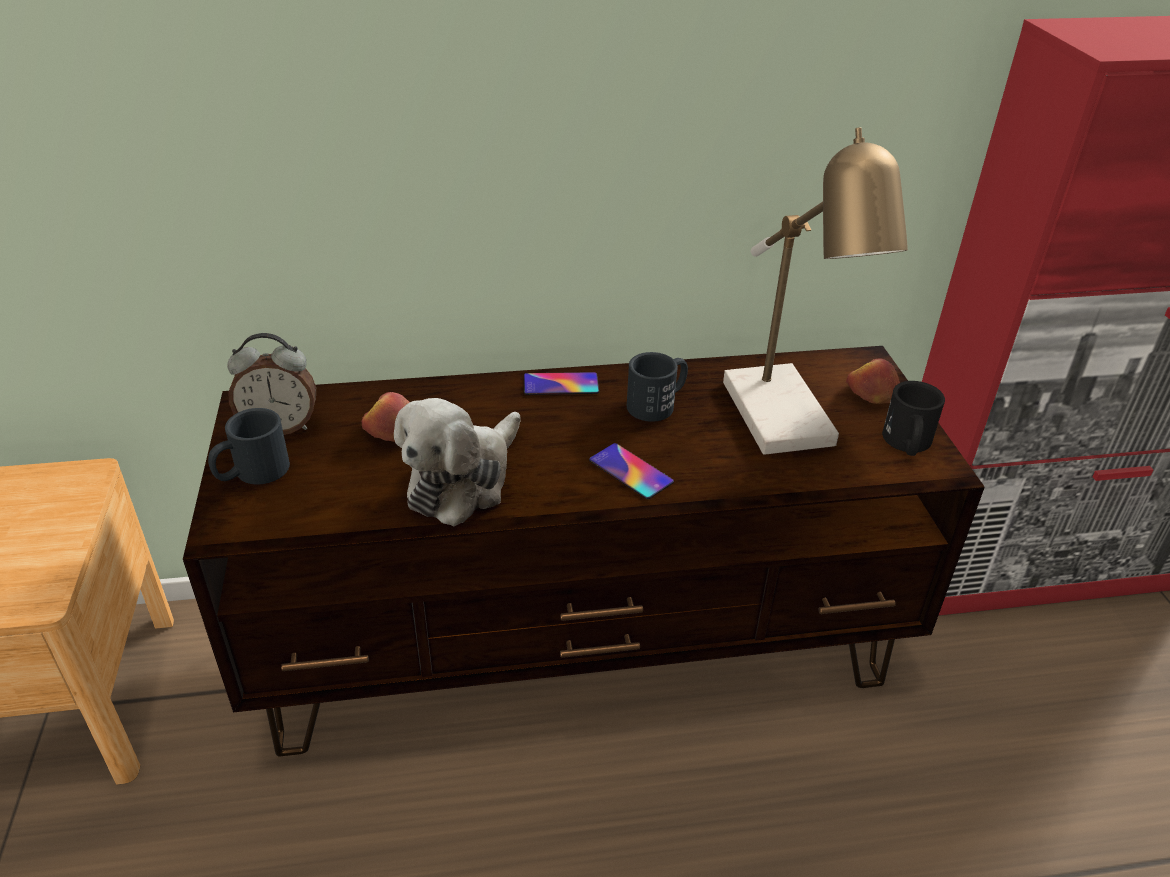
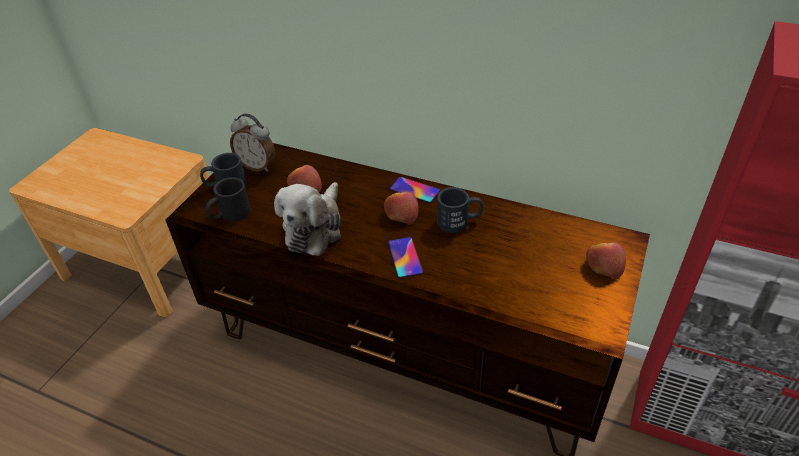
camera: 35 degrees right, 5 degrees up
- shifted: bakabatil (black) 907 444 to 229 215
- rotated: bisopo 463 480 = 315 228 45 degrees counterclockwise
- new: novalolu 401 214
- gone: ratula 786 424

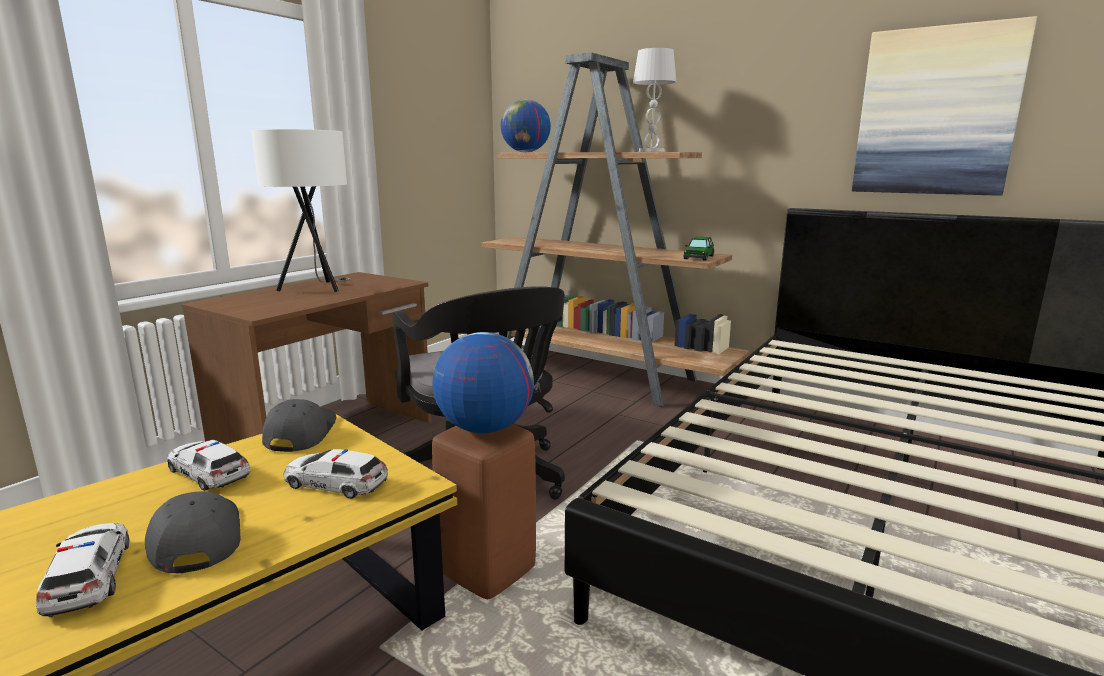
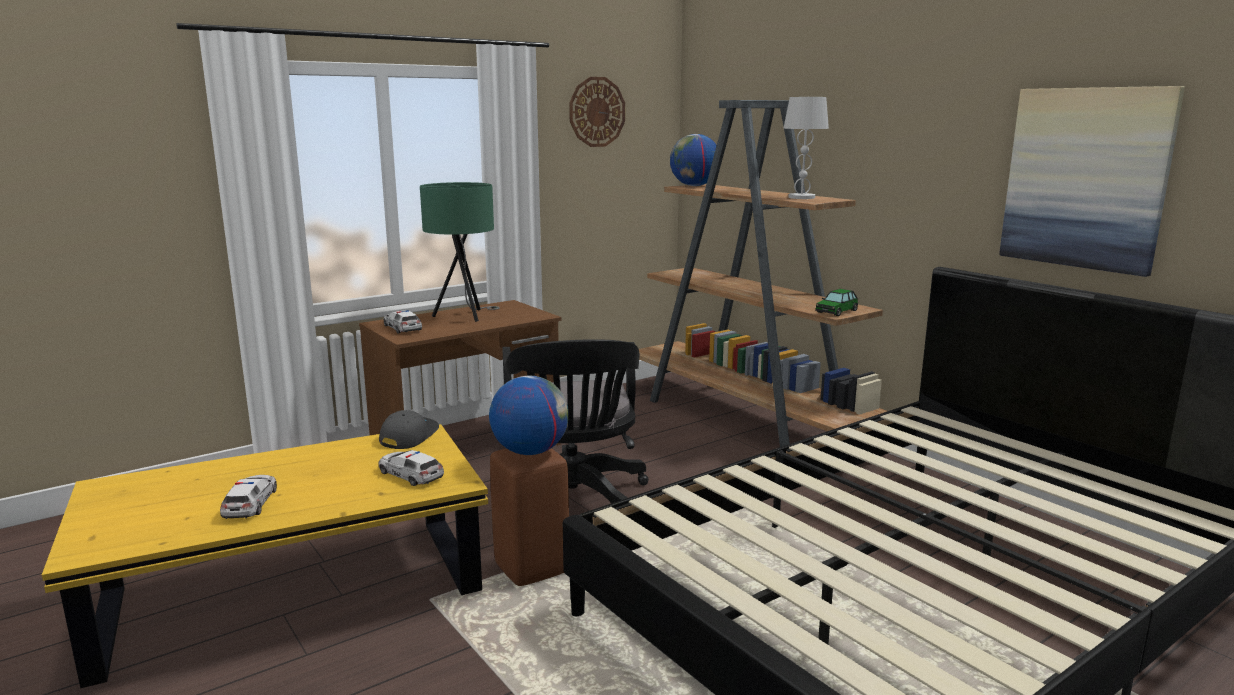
camera: 20 degrees right, 0 degrees up
- shifted: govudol 208 473 to 402 328
- repainted: ratula (white) 317 289 to ratula (green) 465 316
- new: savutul 597 112
- gone: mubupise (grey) 194 538

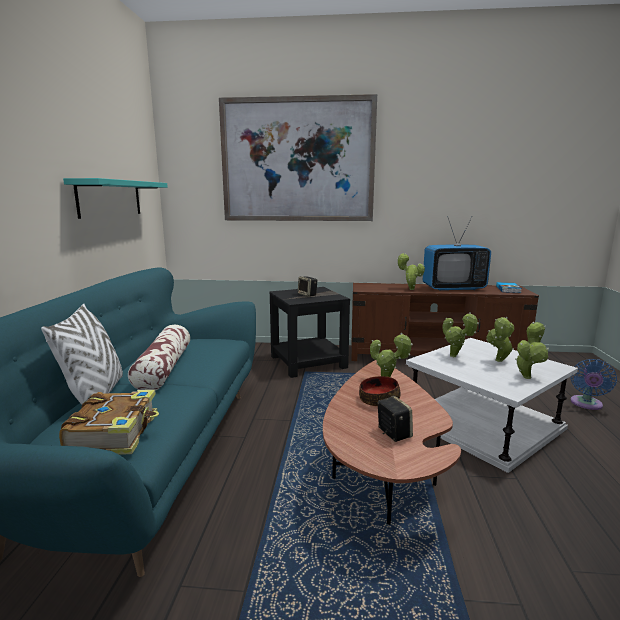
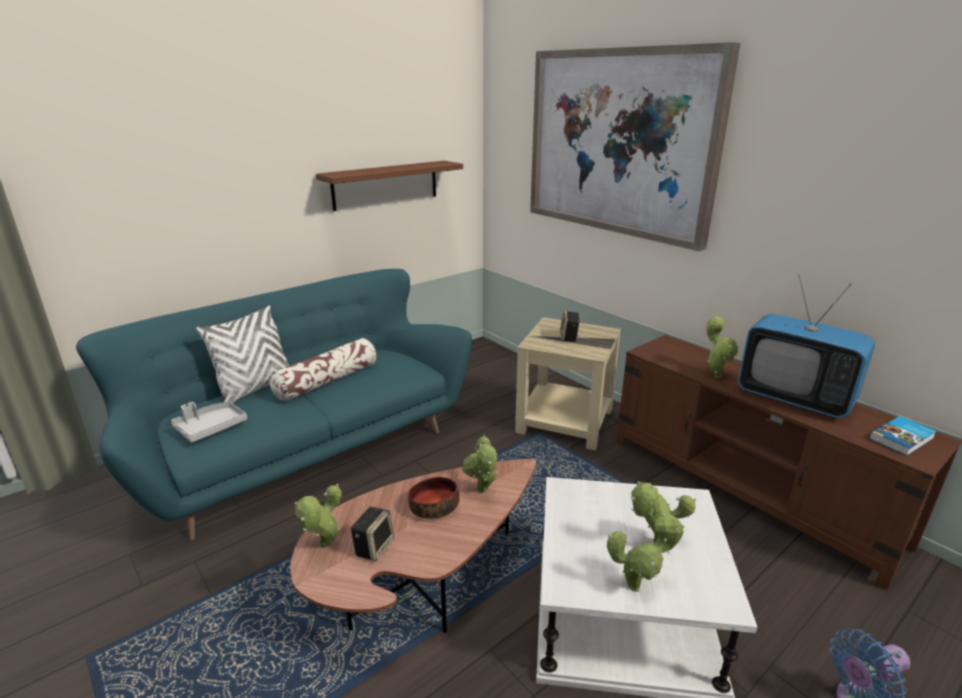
camera: 45 degrees right, 10 degrees up
- swapped: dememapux 116 433 to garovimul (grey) 210 428
- shifted: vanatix 455 357 to 323 547
- repainted: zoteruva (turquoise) 110 198 to zoteruva (brown) 386 185
- repainted: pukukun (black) 308 361 to pukukun (beige) 566 420

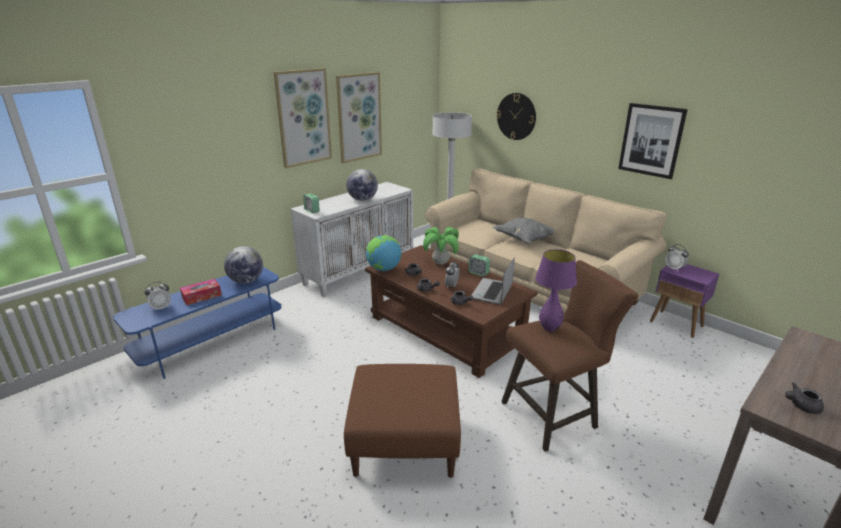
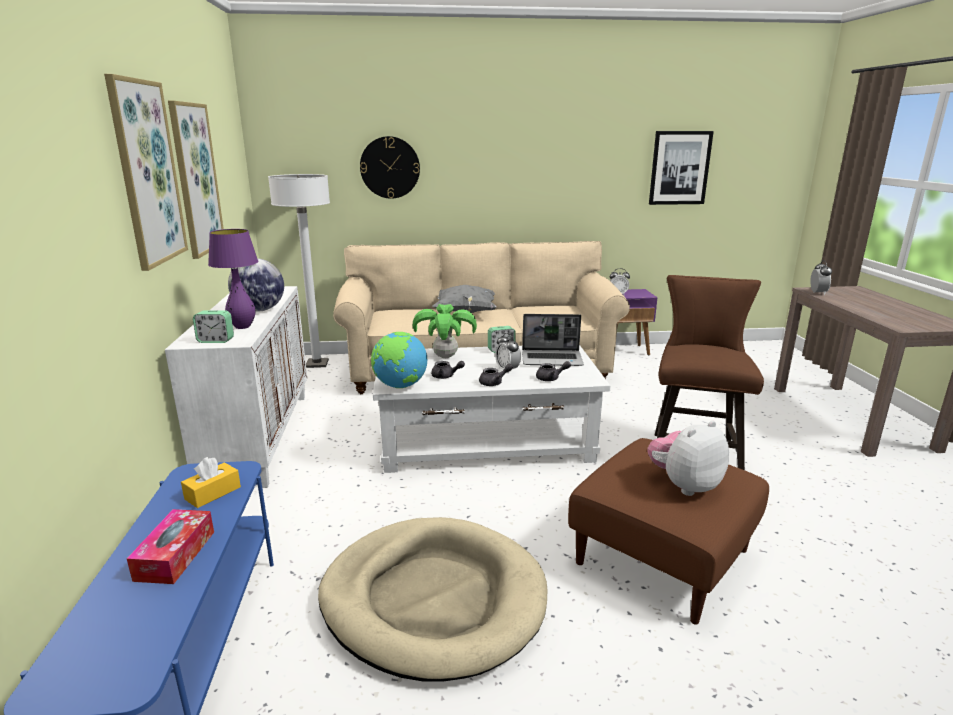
camera: 50 degrees left, 5 degrees down
- swapped: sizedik 246 281 to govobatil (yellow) 213 493
- shifted: ratula (purple) 549 328 to 243 327
- new: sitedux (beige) 433 599
- repainted: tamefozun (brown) 446 330 to tamefozun (white) 487 441
- rotated: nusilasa 492 292 = 552 359 60 degrees counterclockwise
- new: bisopo 684 485
- shifted: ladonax 651 140 to 679 168
- shifted: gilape 161 308 to 817 293
- gone: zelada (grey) 800 406

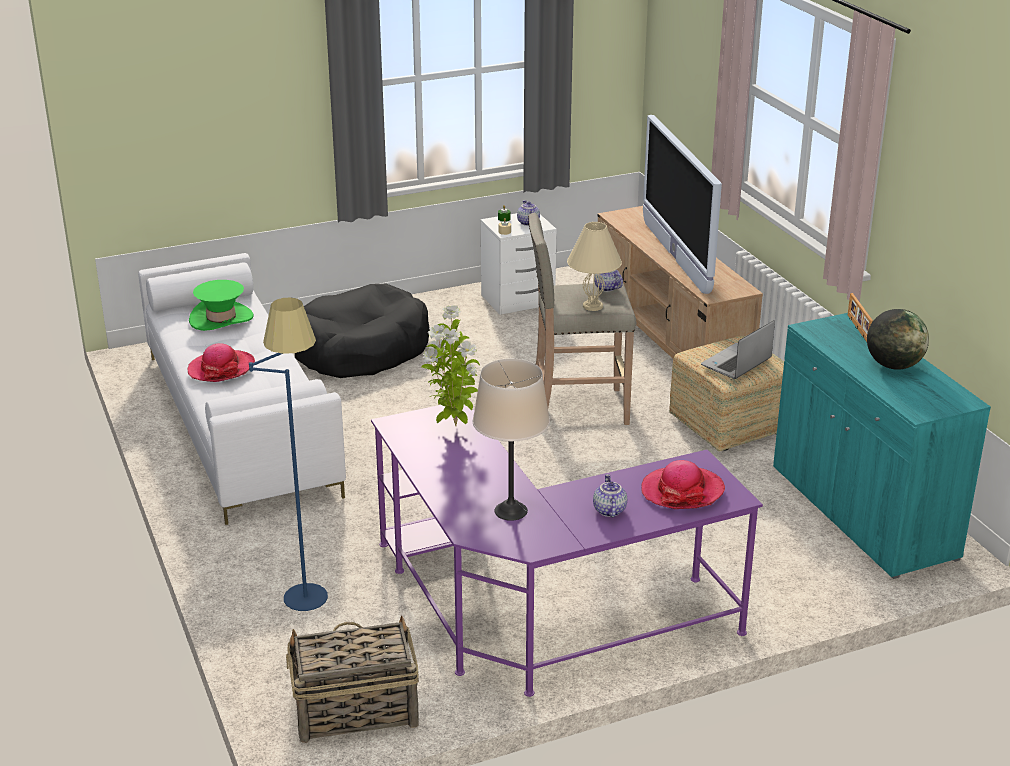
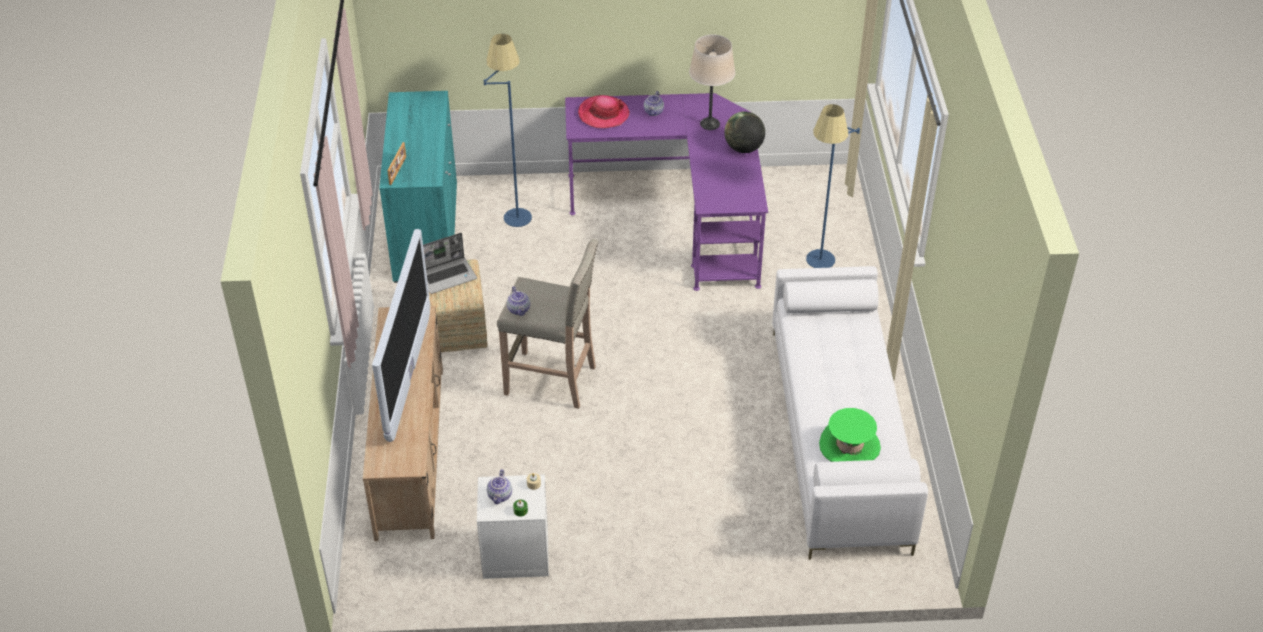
camera: 160 degrees left, 15 degrees up
- new: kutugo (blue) 513 209
- shifted: sizedik 893 365 to 744 148
- gone: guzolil 221 369
- gone: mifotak 354 711
- gone: sitedux (black) 361 350
- gone: vanatix 453 426
- gone: ratula (beige) 593 306

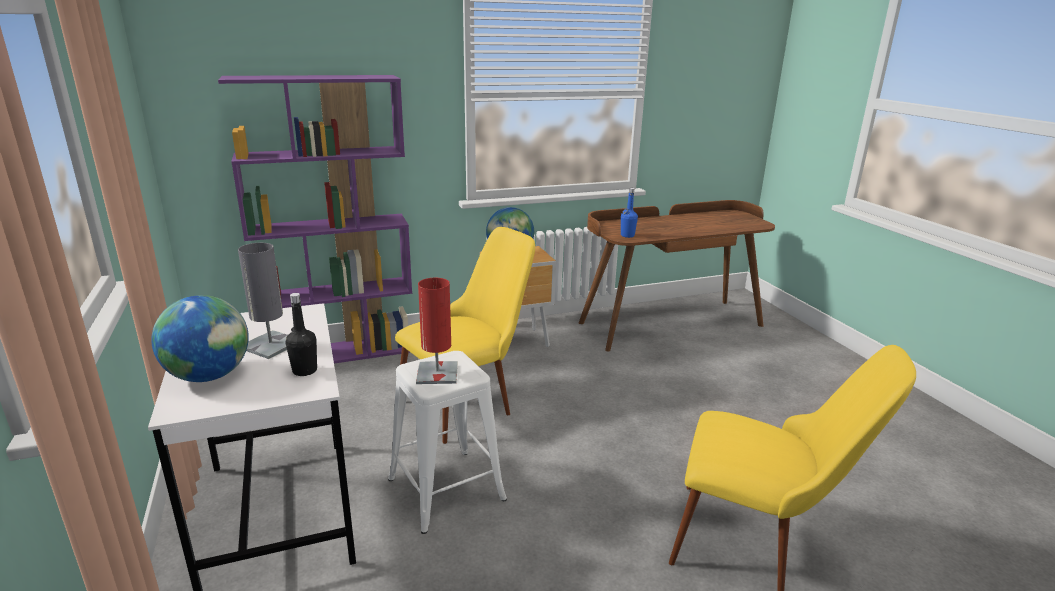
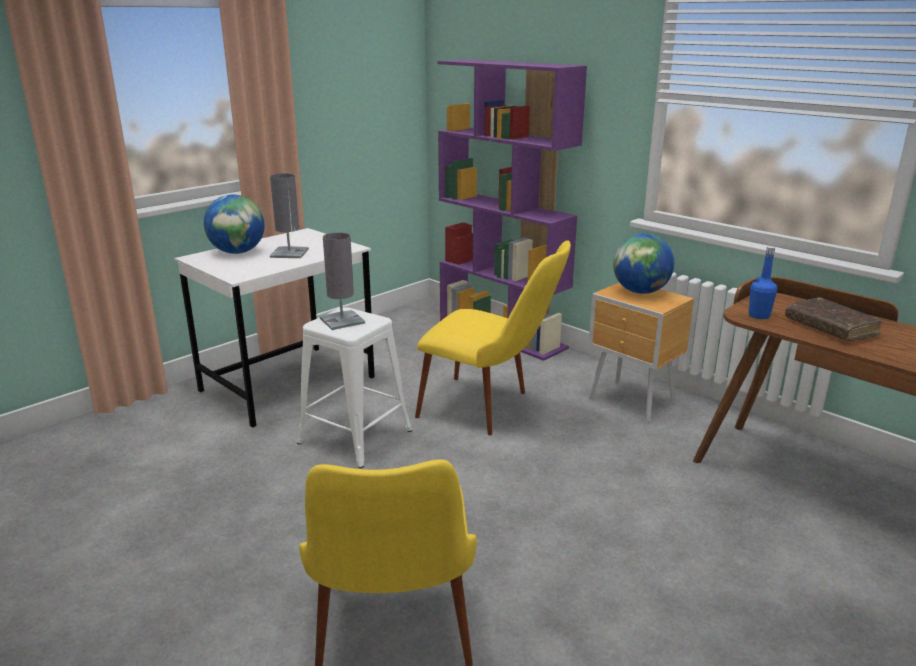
camera: 65 degrees right, 0 degrees up
- repainted: ratula (red) 437 373 to ratula (grey) 342 321
- new: dememapux (brown) 830 327
- gone: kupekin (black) 305 371

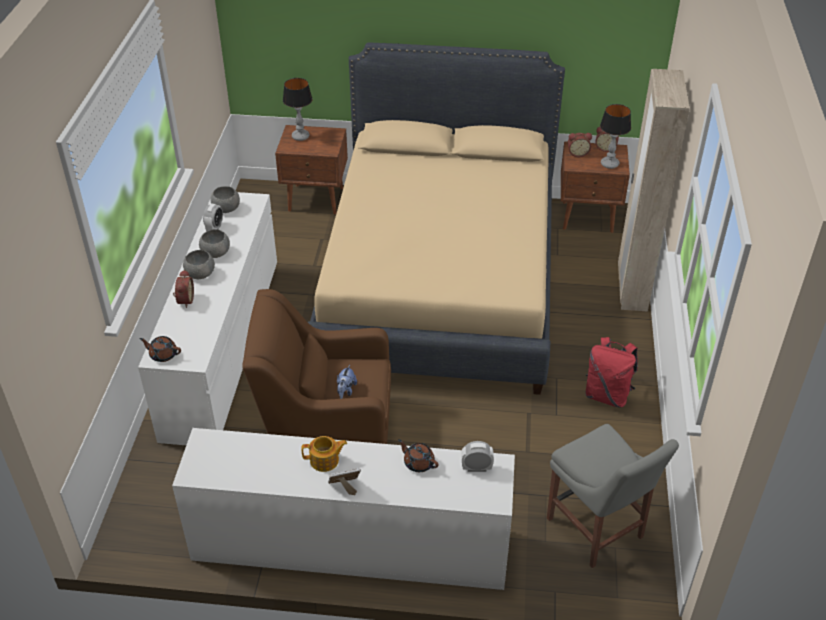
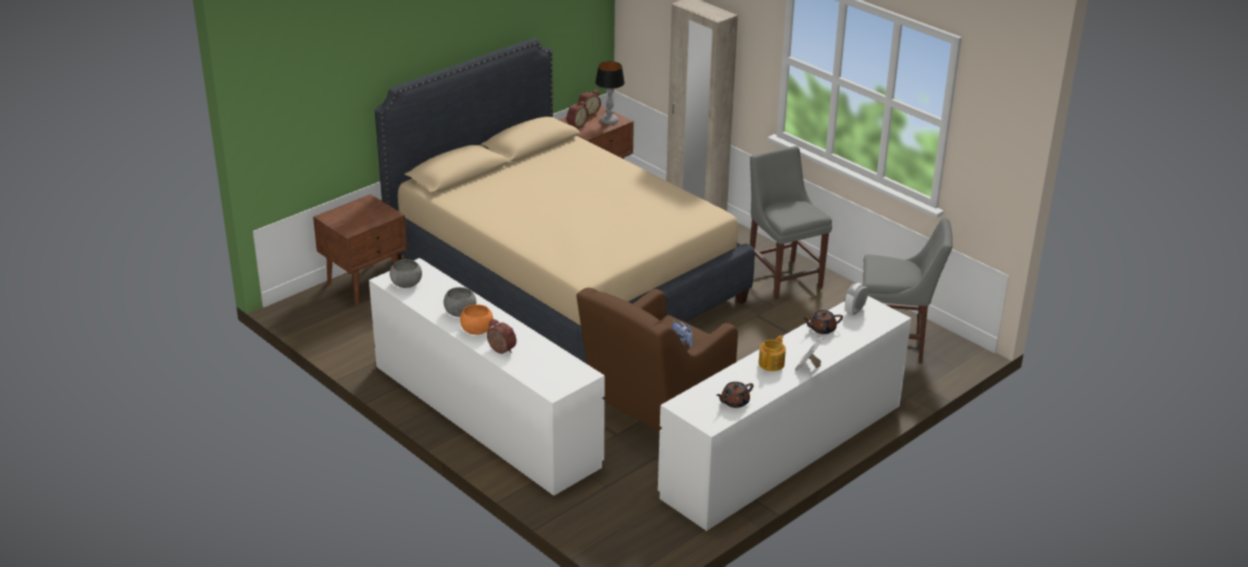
camera: 50 degrees left, 10 degrees down
- repainted: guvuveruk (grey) 200 274 to guvuveruk (orange) 477 330
- shifted: zelada (brown) 163 355 to 734 402
- swapped: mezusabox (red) 607 395 to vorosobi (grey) 783 277
- gone: gilape 215 228
- gone: ratula 300 137

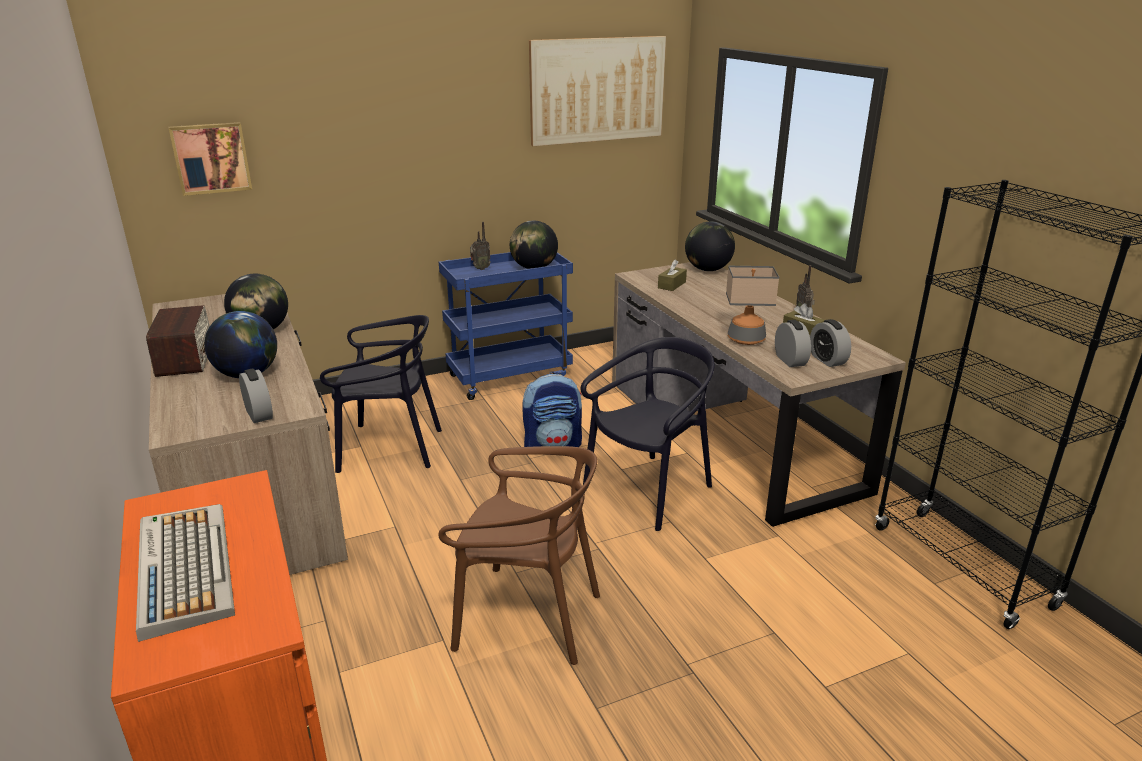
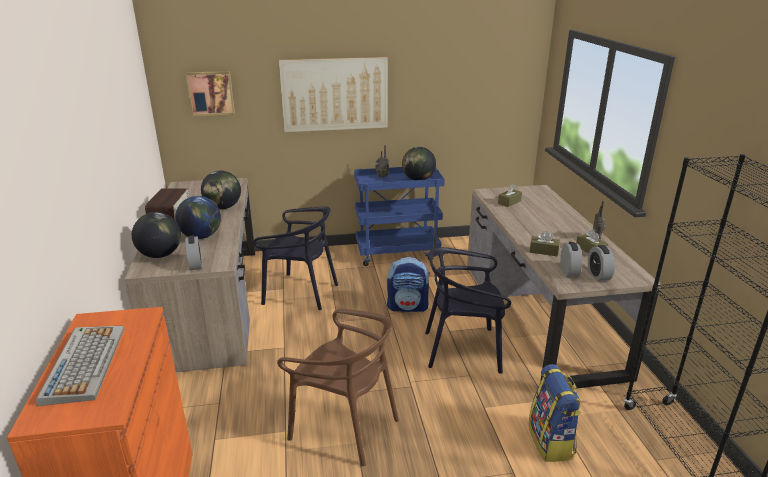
camera: 15 degrees right, 0 degrees up
- shifted: sizedik 708 270 to 160 255
- shifted: ladonax 597 90 to 334 94
- rotated: vorosobi (black) 649 490 = 463 350 150 degrees counterclockwise
- new: mezusabox 551 441
- swapped: ratula 746 339 to govobatil (brown) 543 251

